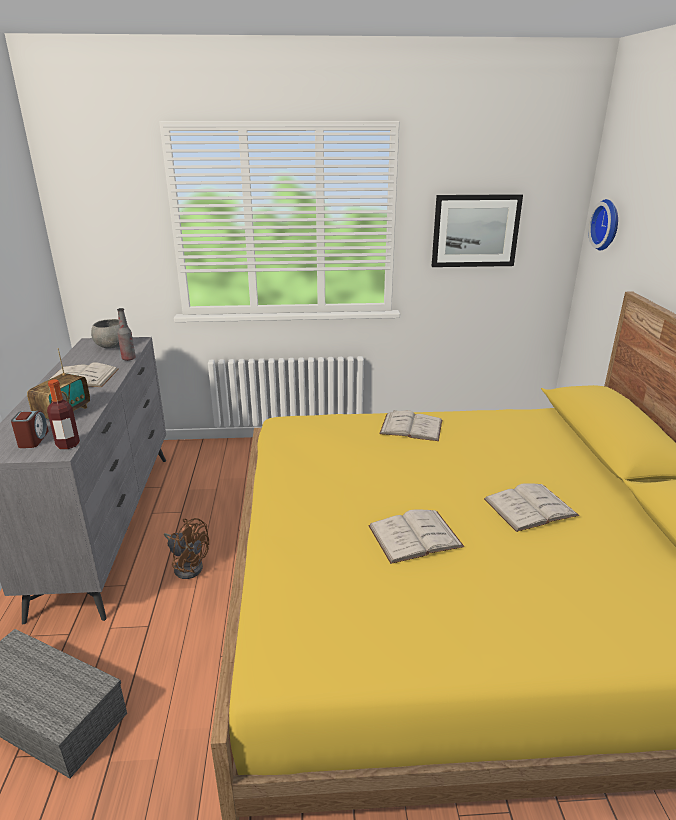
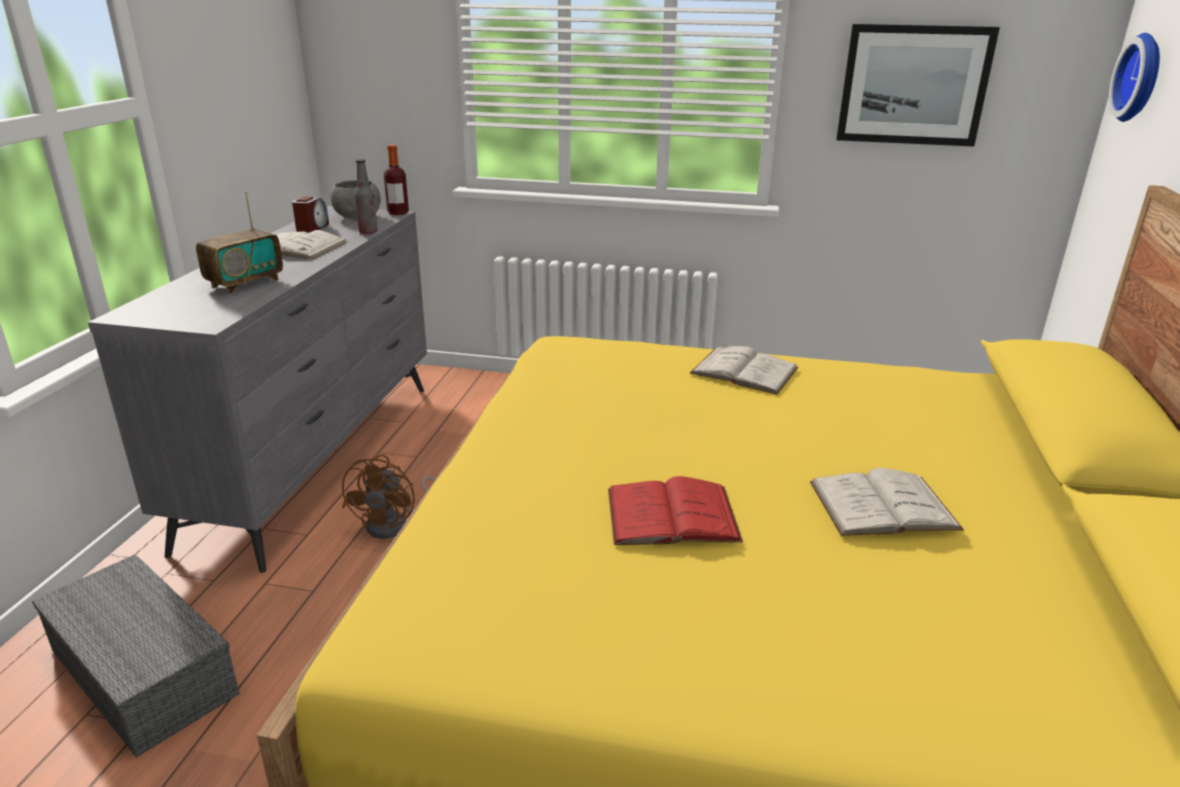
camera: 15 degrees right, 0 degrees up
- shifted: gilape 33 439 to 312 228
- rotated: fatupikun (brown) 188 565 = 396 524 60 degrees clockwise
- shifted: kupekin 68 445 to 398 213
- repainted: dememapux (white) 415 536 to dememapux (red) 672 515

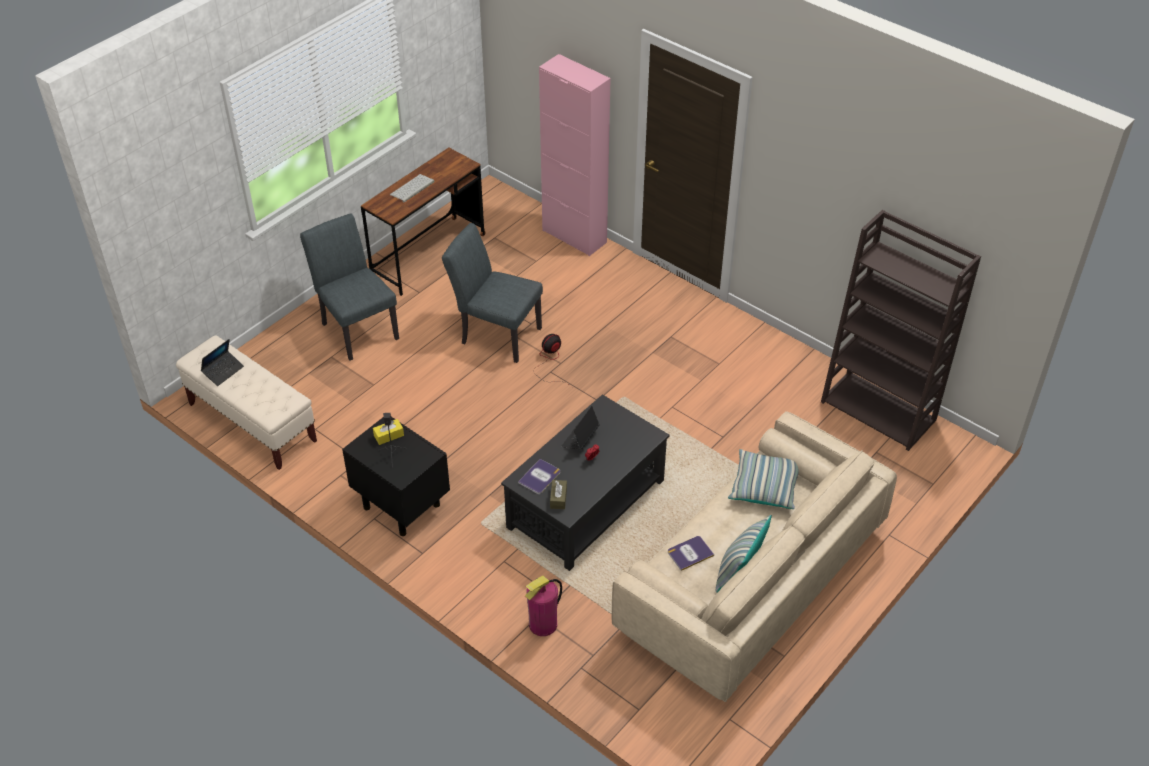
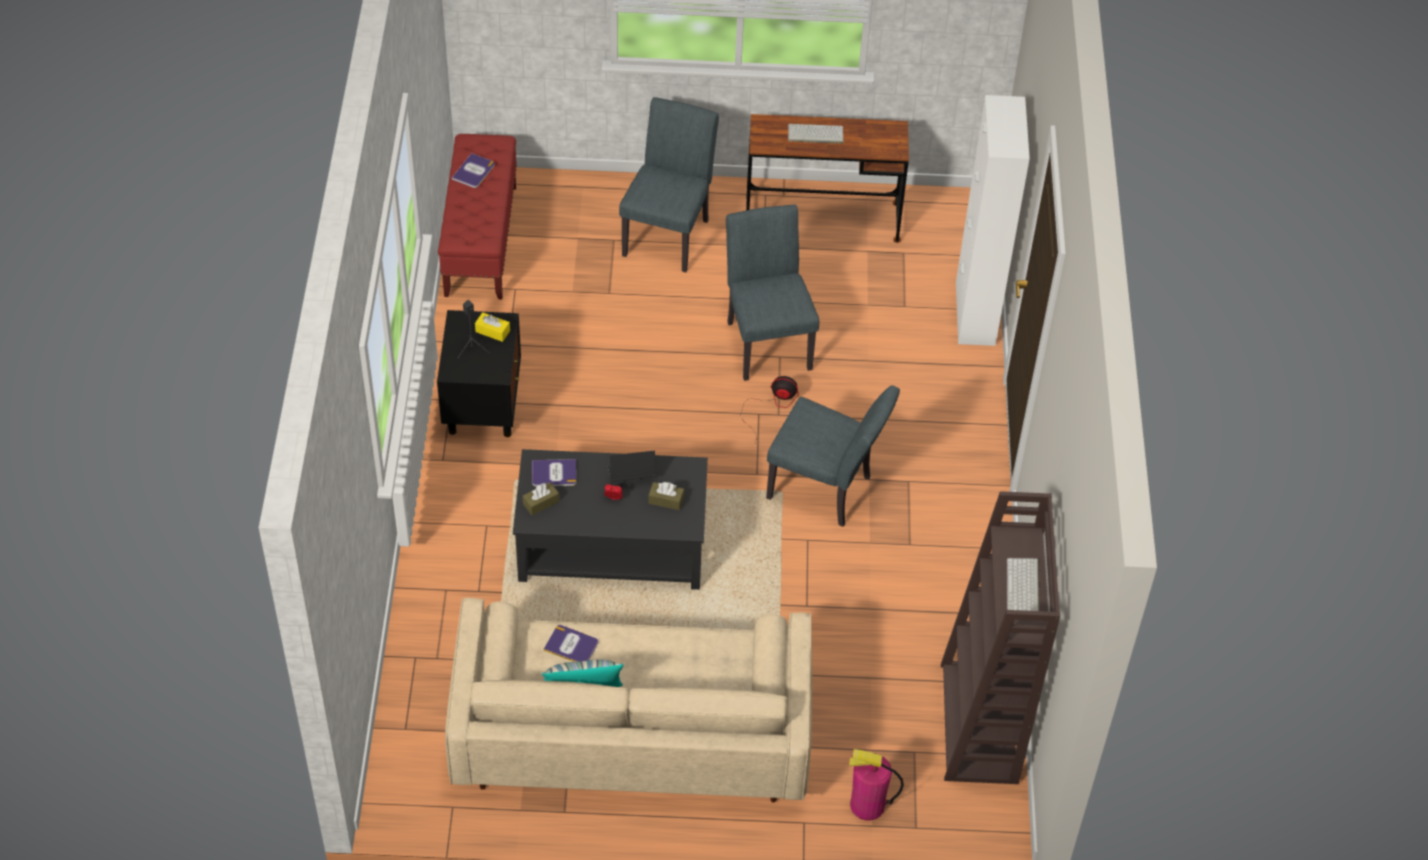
camera: 50 degrees right, 5 degrees up
- repainted: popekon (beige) 252 422 to popekon (red) 481 241
- swapped: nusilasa 223 371 to dememapux 473 171
- new: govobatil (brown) 666 500
- new: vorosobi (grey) 826 491
- shifted: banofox 543 624 to 867 805
- repainted: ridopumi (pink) 574 236 to ridopumi (white) 975 314
- new: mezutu 1024 588
- gone: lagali 764 487

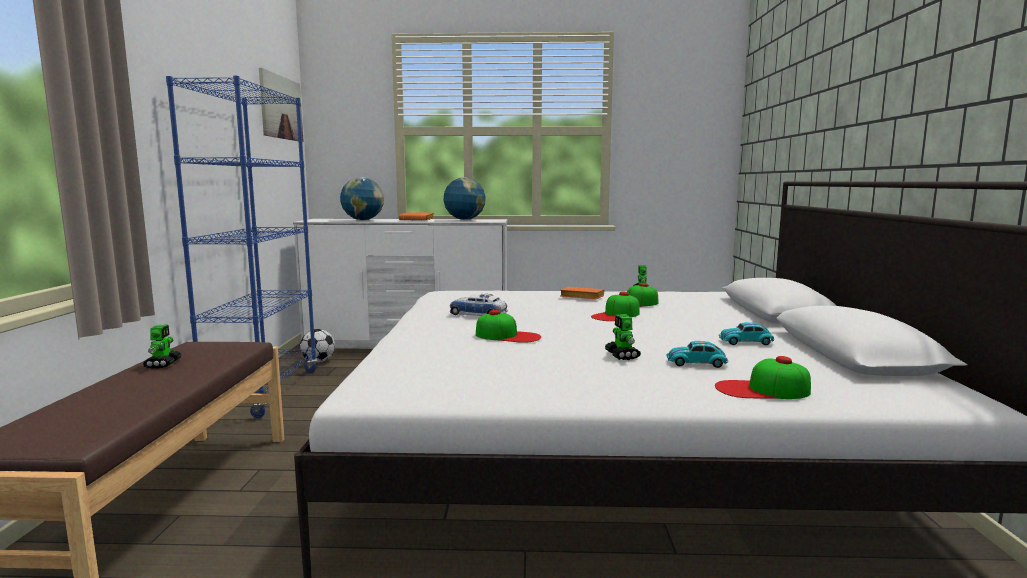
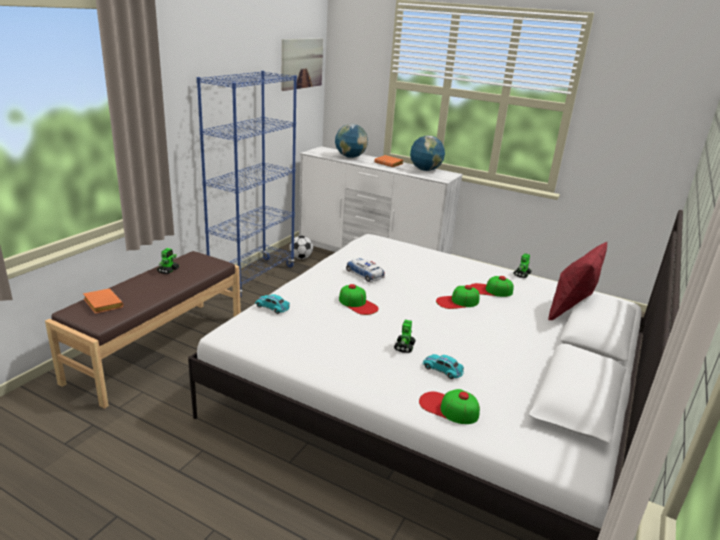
camera: 25 degrees right, 15 degrees up
- shifted: dememapux (orange) 580 297 to 101 304
- shifted: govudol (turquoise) 746 342 to 272 307
- new: lagali (red) 570 310

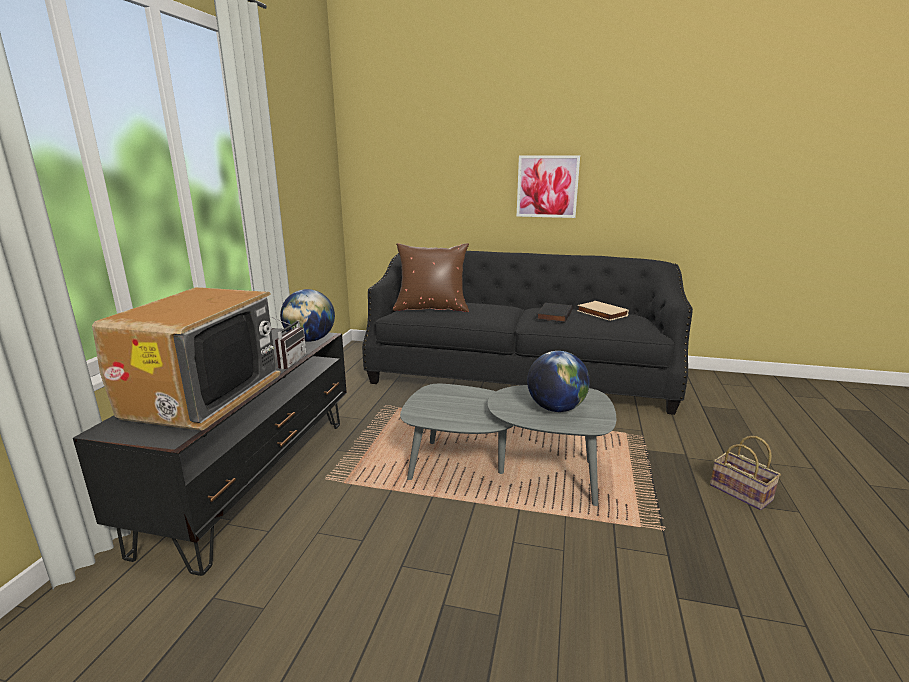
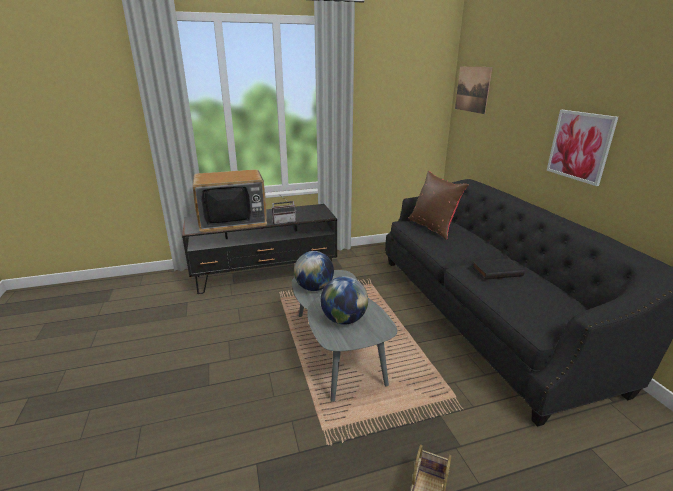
camera: 60 degrees right, 5 degrees up
- shifted: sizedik 310 340 to 314 288
- new: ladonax 472 89
- gone: dememapux (beige) 601 313

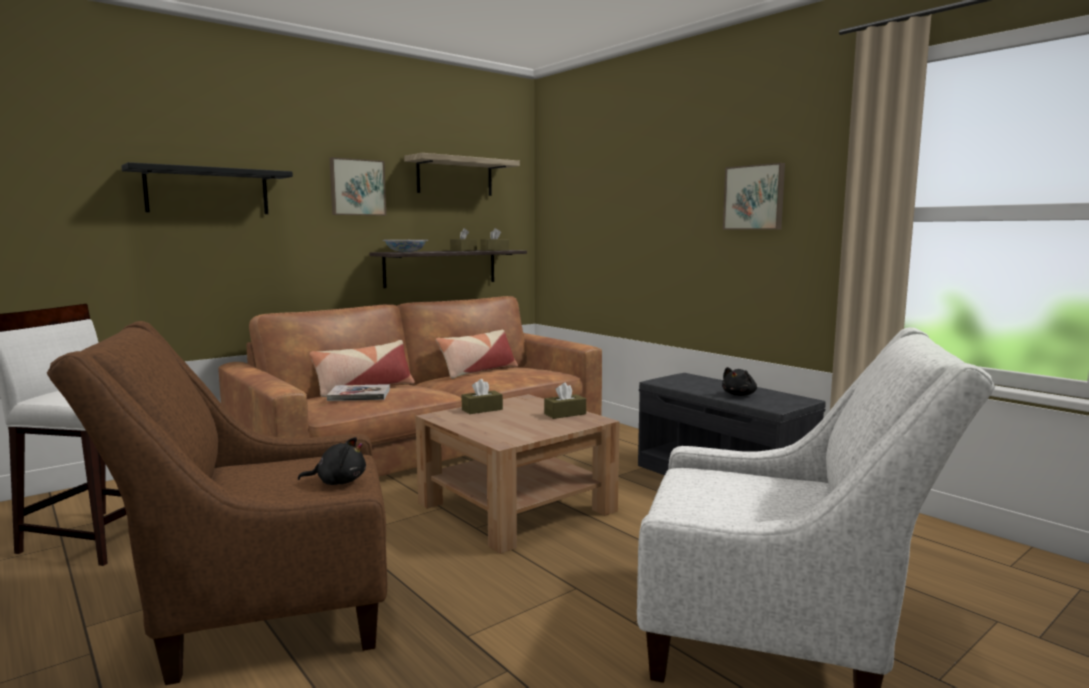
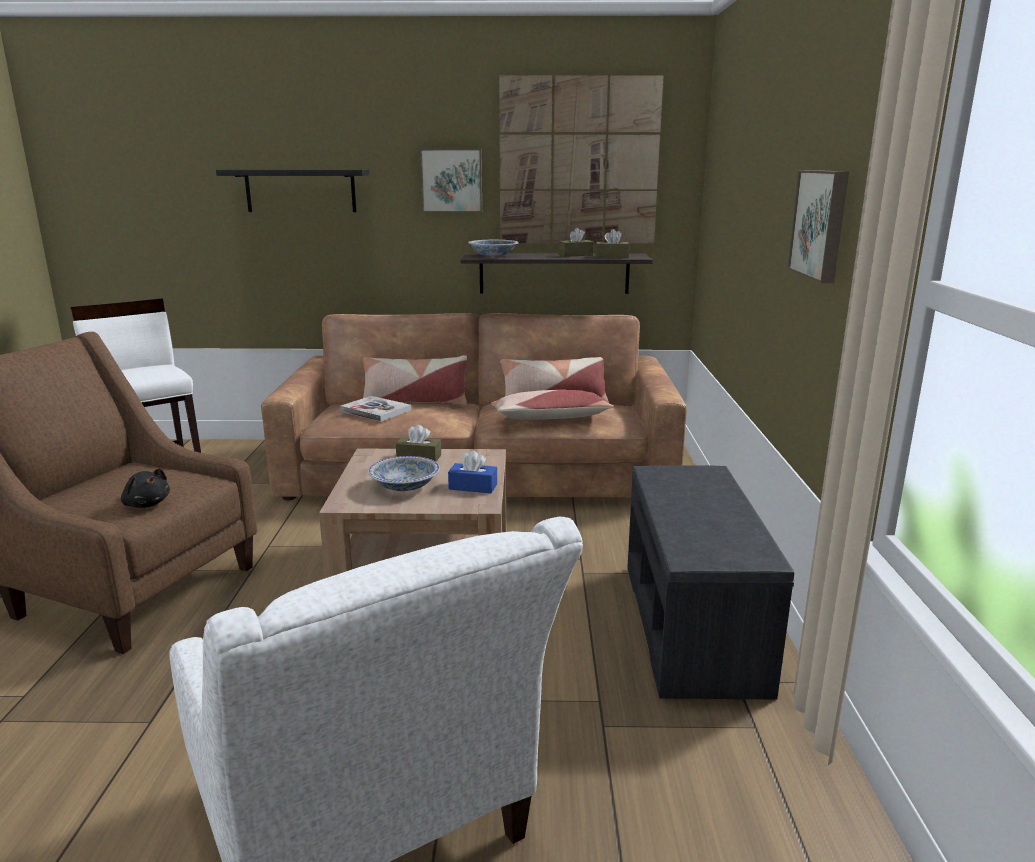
camera: 40 degrees right, 10 degrees up
- new: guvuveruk 405 486
- repainted: govobatil (brown) 565 414 to govobatil (blue) 473 487
- new: lagali 550 418
- swapped: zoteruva 455 177 to ladonax 578 162
- gone: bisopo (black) 739 395

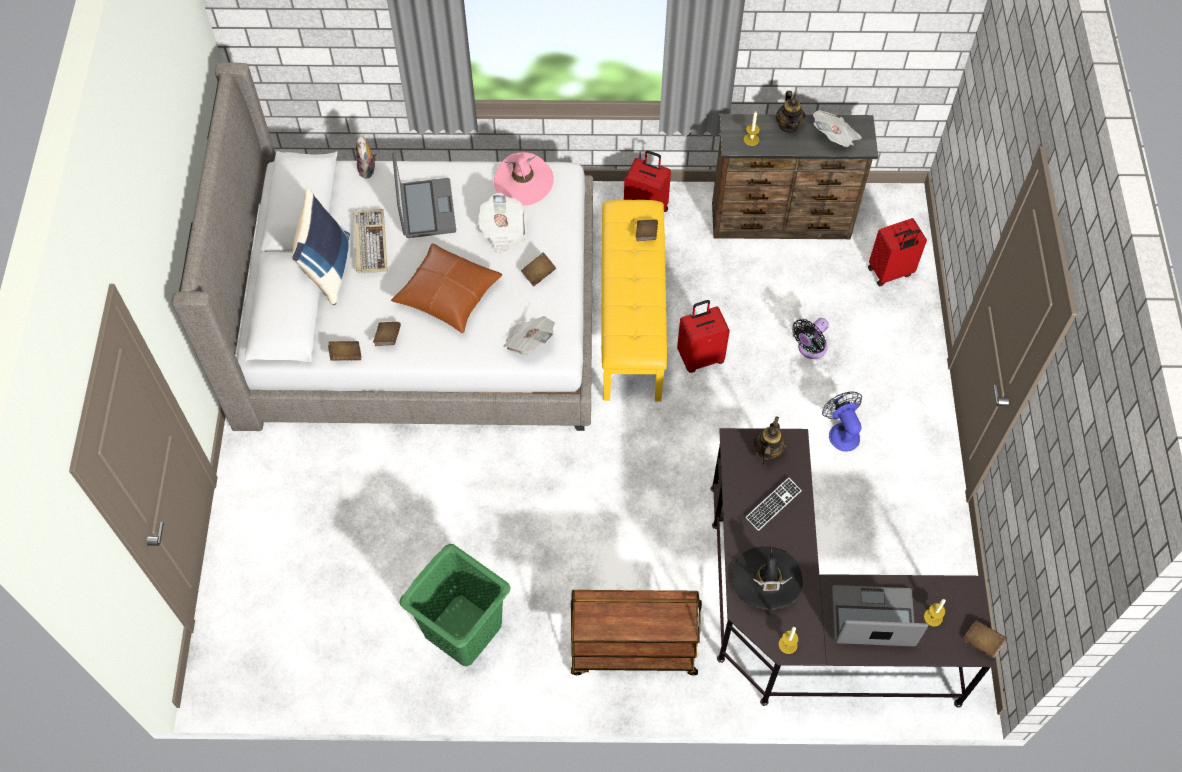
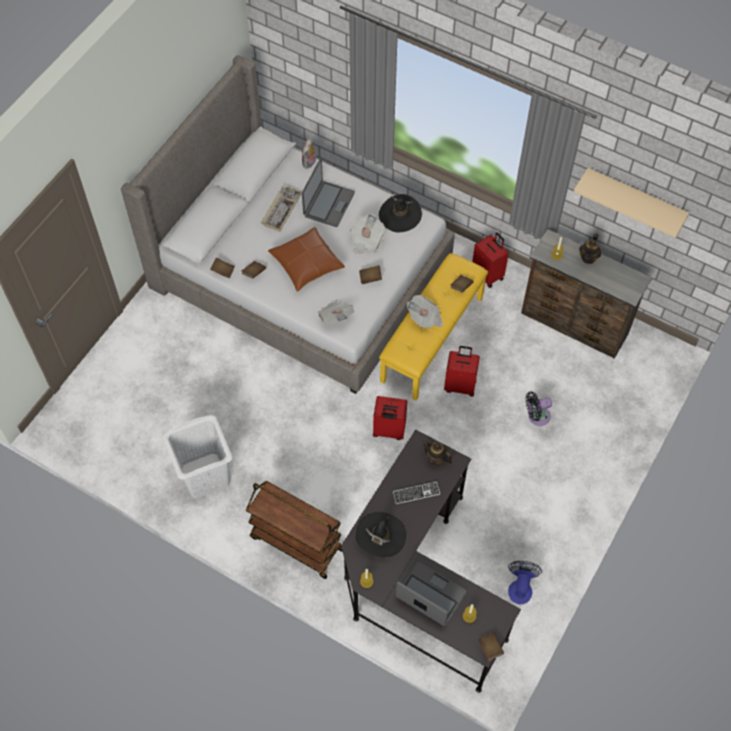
camera: 30 degrees right, 0 degrees up
- repainted: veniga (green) 463 629 to veniga (white) 205 475
- shifted: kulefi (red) 890 272 to 388 431
- repainted: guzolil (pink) 523 181 to guzolil (black) 400 215
- shifted: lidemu 835 138 to 425 318
- rotated: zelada 767 451 = 435 459 105 degrees counterclockwise
- shifted: fatupikun 841 432 to 520 587
- new: zoteruva (beige) 635 199
- gone: lagali (blue) 327 268

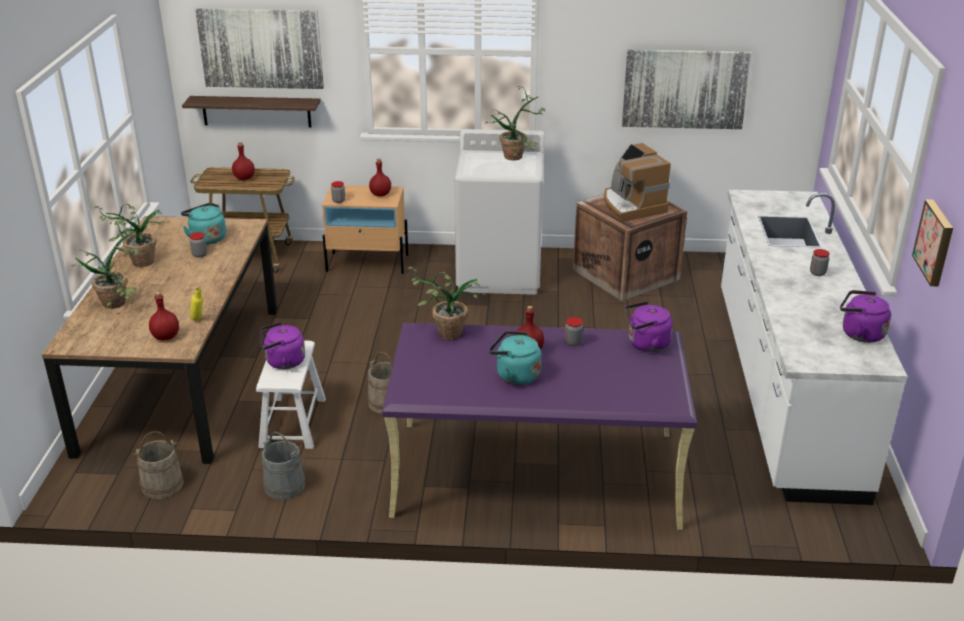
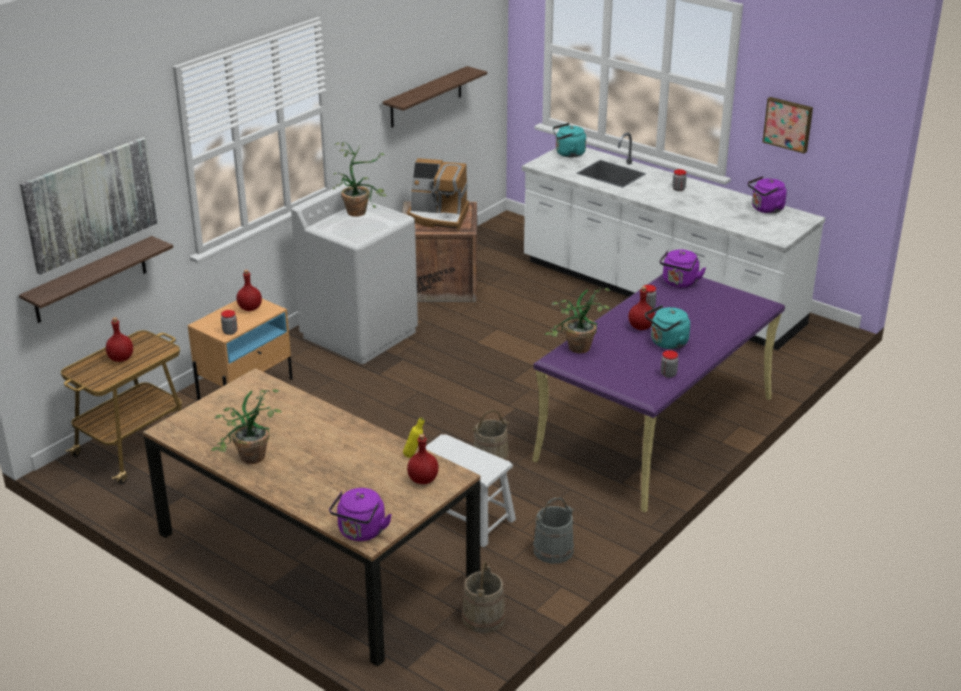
camera: 55 degrees left, 0 degrees up
- shifted: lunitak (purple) 283 362 to 361 532
- swapped: ladonax 685 89 to zoteruva 426 97
- shifted: lunitak (turquoise) 206 238 to 568 154
- shifted: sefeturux 199 254 to 668 374
- gone: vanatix 120 302

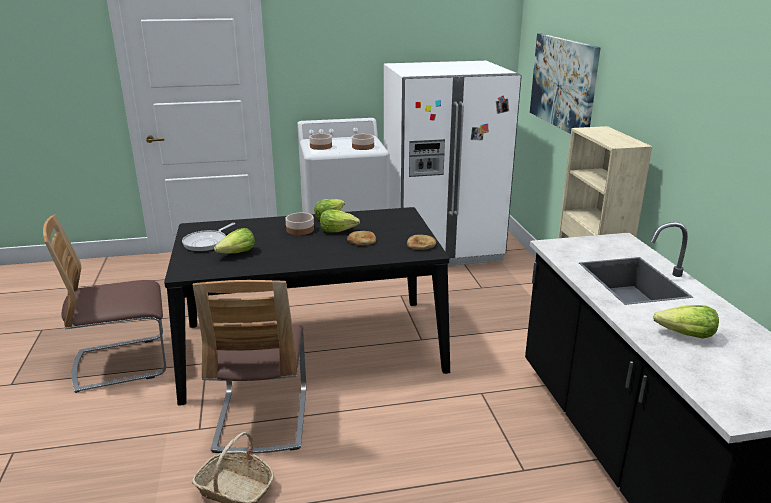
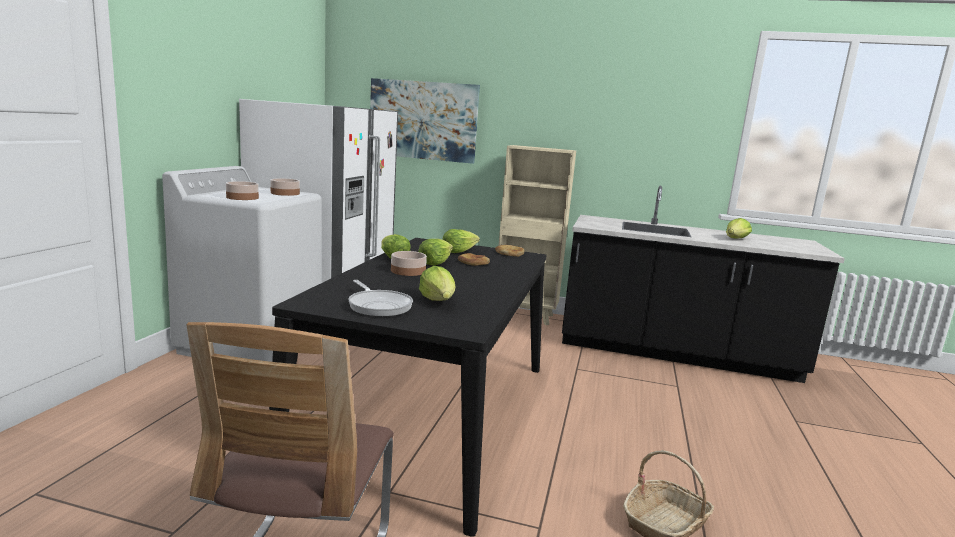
camera: 65 degrees left, 10 degrees down
- new: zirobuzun 458 251
- gone: vorosobi 262 418

